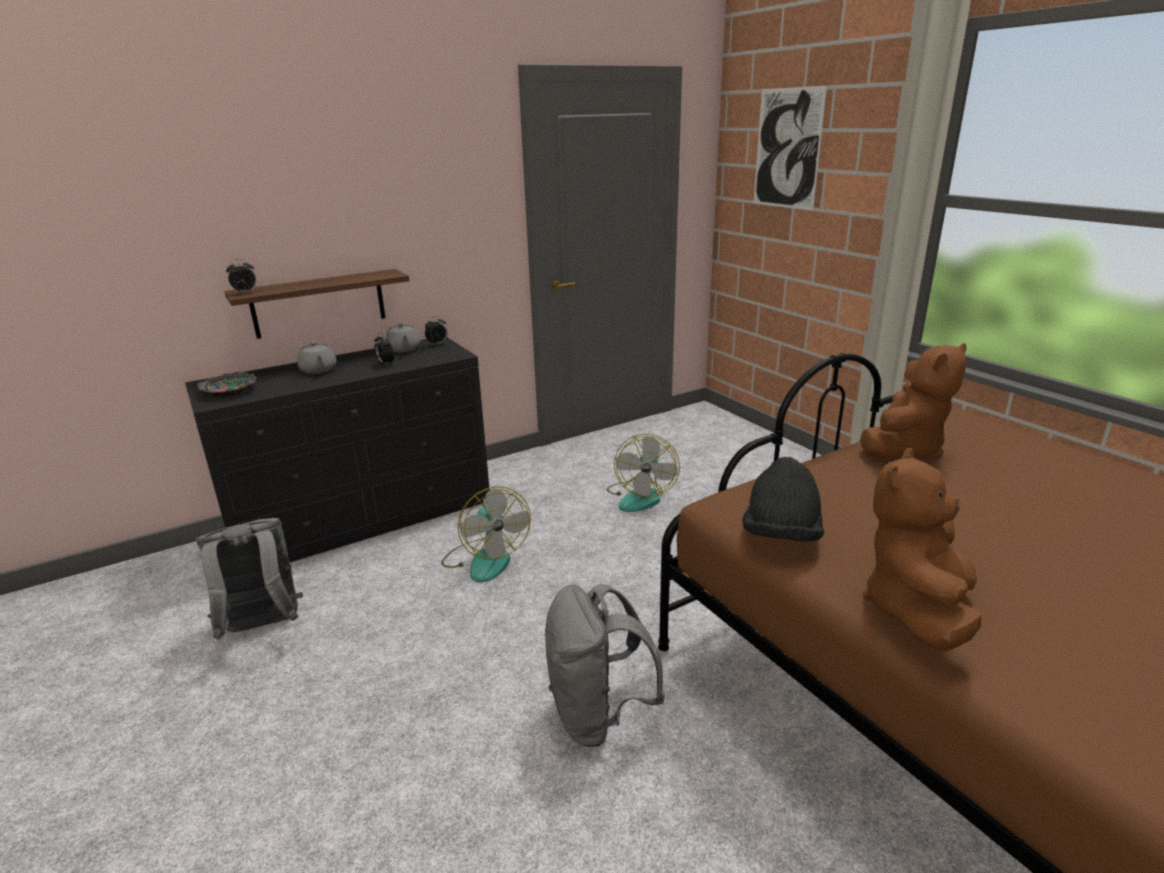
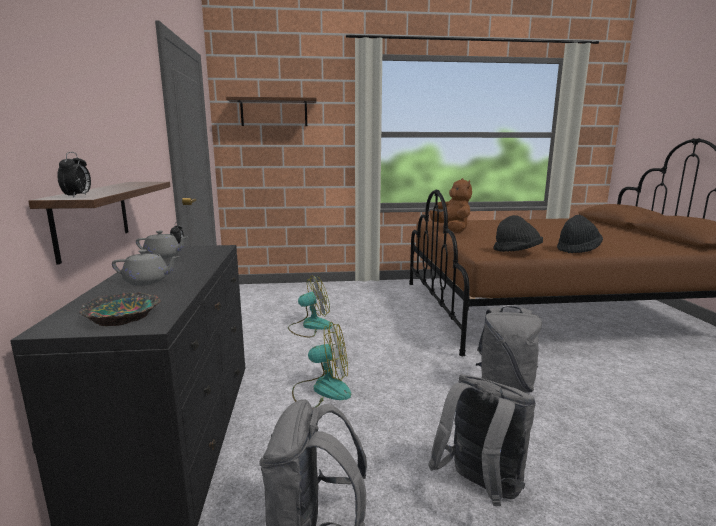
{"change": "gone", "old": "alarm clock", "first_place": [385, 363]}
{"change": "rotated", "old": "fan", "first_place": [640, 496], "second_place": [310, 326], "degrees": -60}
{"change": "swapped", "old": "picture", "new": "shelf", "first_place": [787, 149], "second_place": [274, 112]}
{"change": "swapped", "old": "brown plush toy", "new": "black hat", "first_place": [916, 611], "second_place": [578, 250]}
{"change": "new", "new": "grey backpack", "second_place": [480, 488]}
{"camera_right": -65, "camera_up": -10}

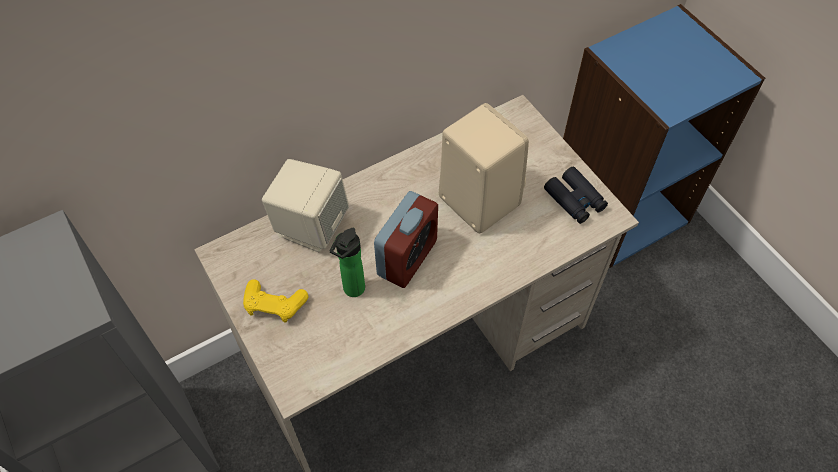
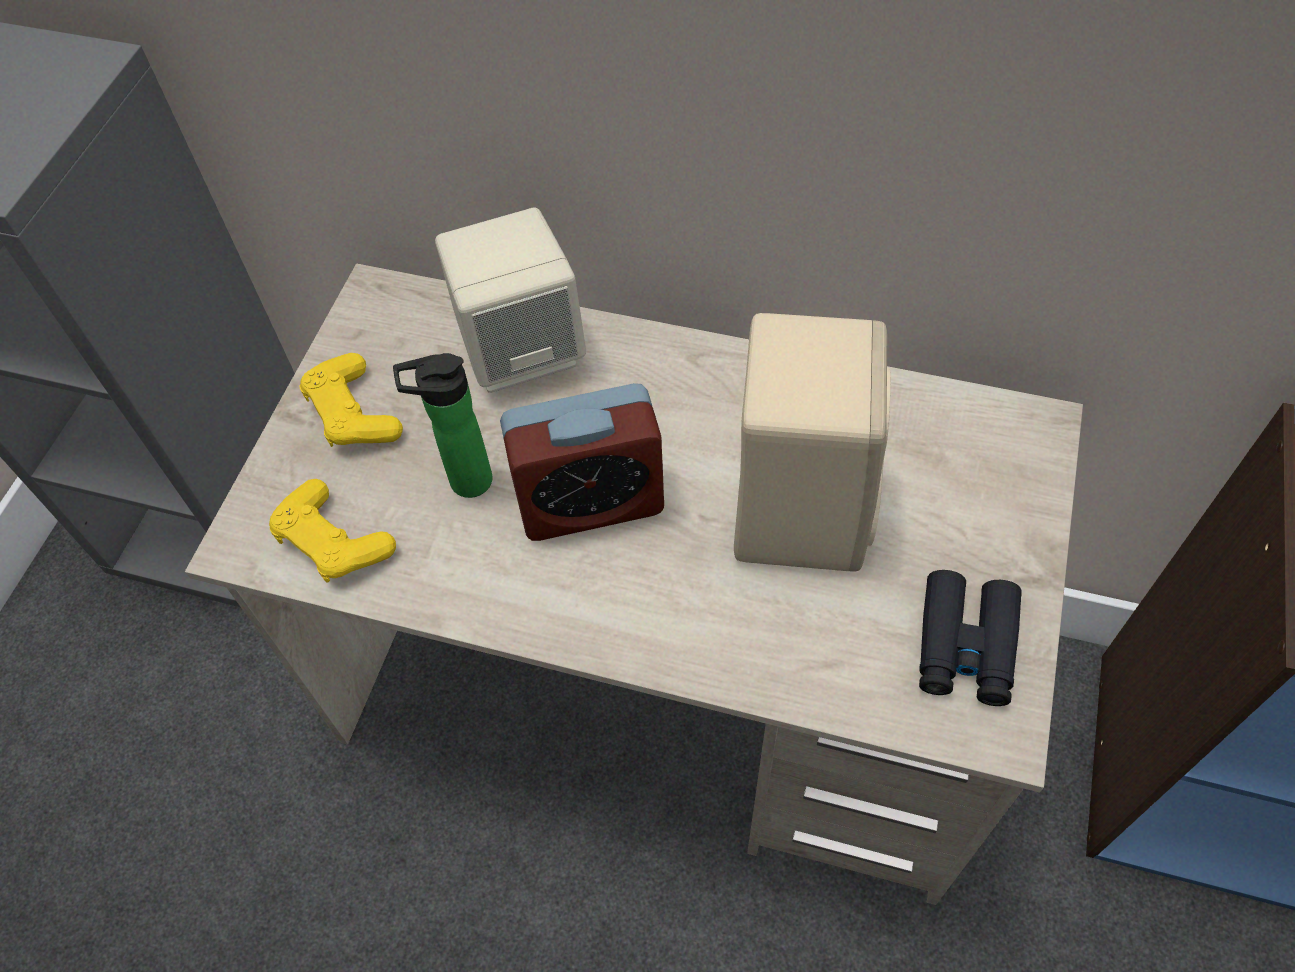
{"change": "new", "new": "yellow game controller", "second_place": [333, 542]}
{"camera_right": 50, "camera_up": 0}

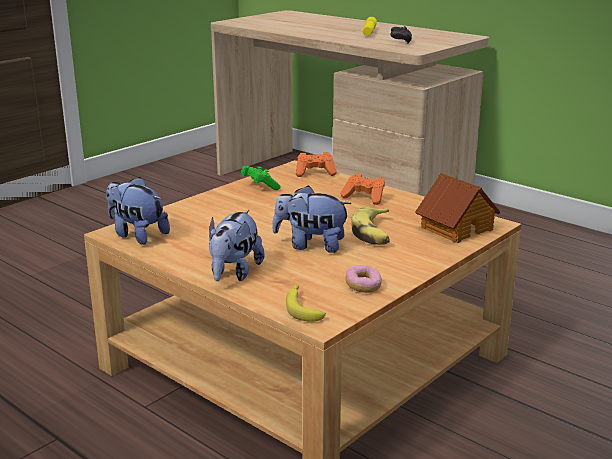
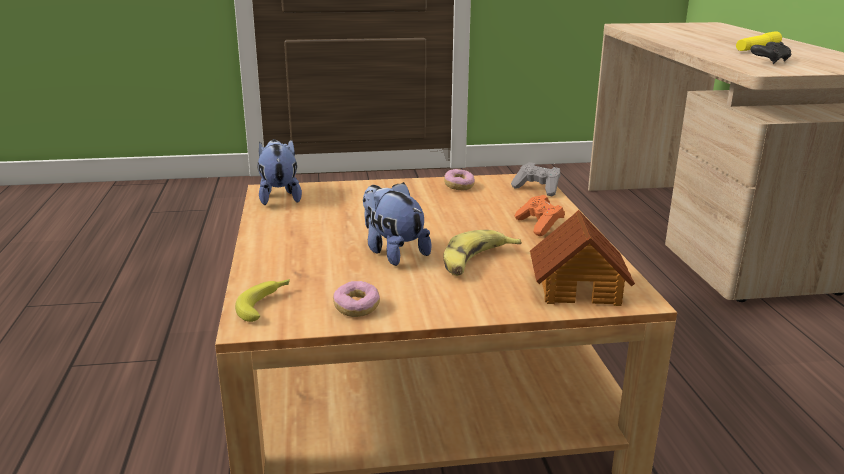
{"change": "gone", "old": "plush toy", "first_place": [234, 273]}
{"change": "swapped", "old": "green game controller", "new": "donut", "first_place": [259, 186], "second_place": [459, 186]}
{"change": "repainted", "old": "orange game controller", "new": "grey game controller", "first_place": [315, 173], "second_place": [537, 189]}
{"camera_right": 40, "camera_up": 0}

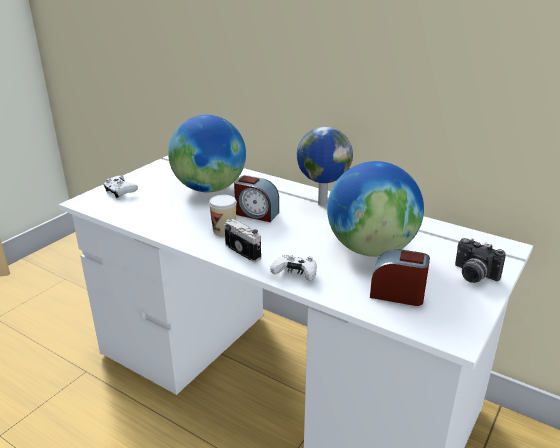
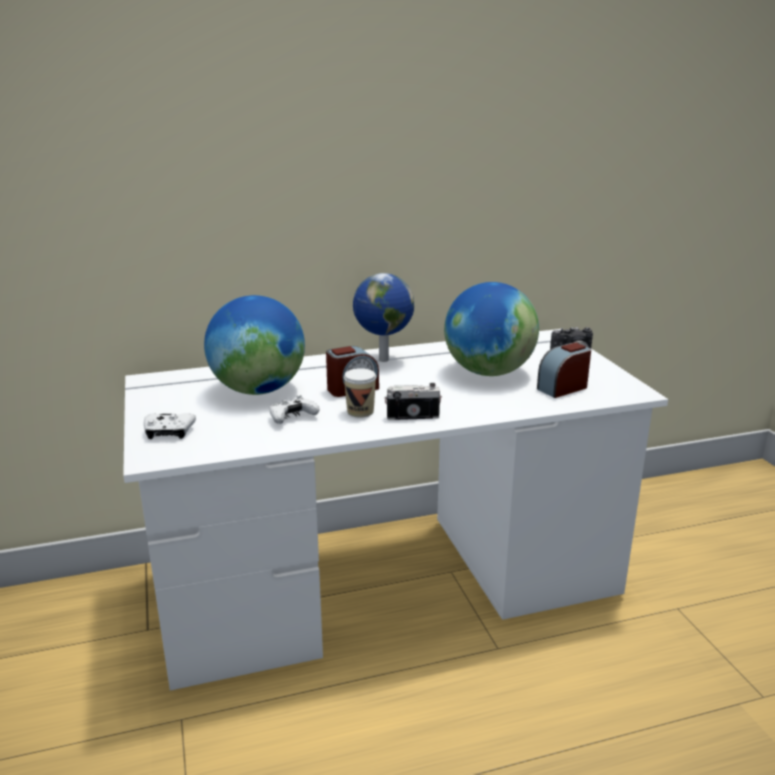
{"change": "shifted", "old": "white game controller", "first_place": [295, 274], "second_place": [292, 418]}
{"camera_right": -50, "camera_up": -5}

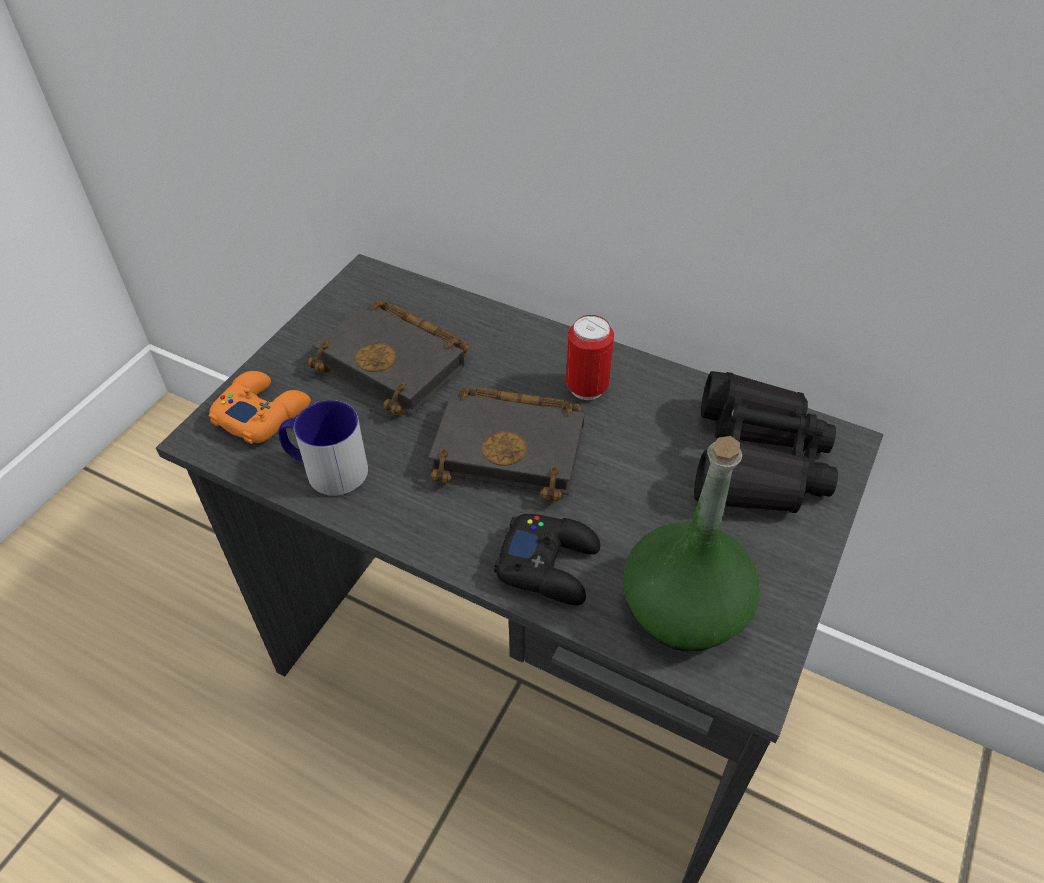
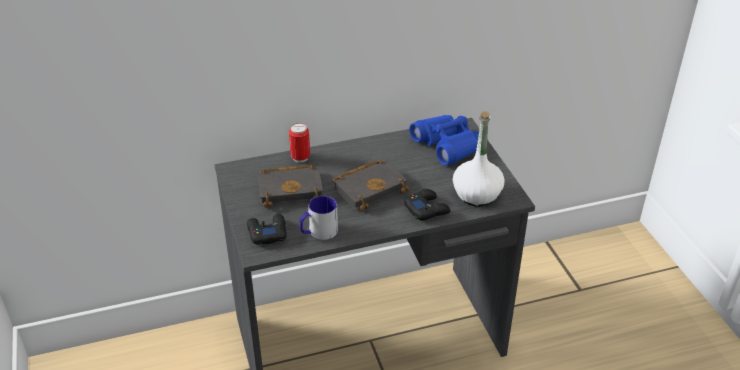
{"change": "repainted", "old": "orange game controller", "new": "black game controller", "first_place": [262, 413], "second_place": [267, 233]}
{"change": "shifted", "old": "can", "first_place": [587, 388], "second_place": [300, 158]}
{"change": "repainted", "old": "green bottle", "new": "white bottle", "first_place": [683, 609], "second_place": [477, 195]}
{"change": "repainted", "old": "black binoculars", "new": "blue binoculars", "first_place": [757, 460], "second_place": [447, 145]}
{"camera_right": -45, "camera_up": -10}

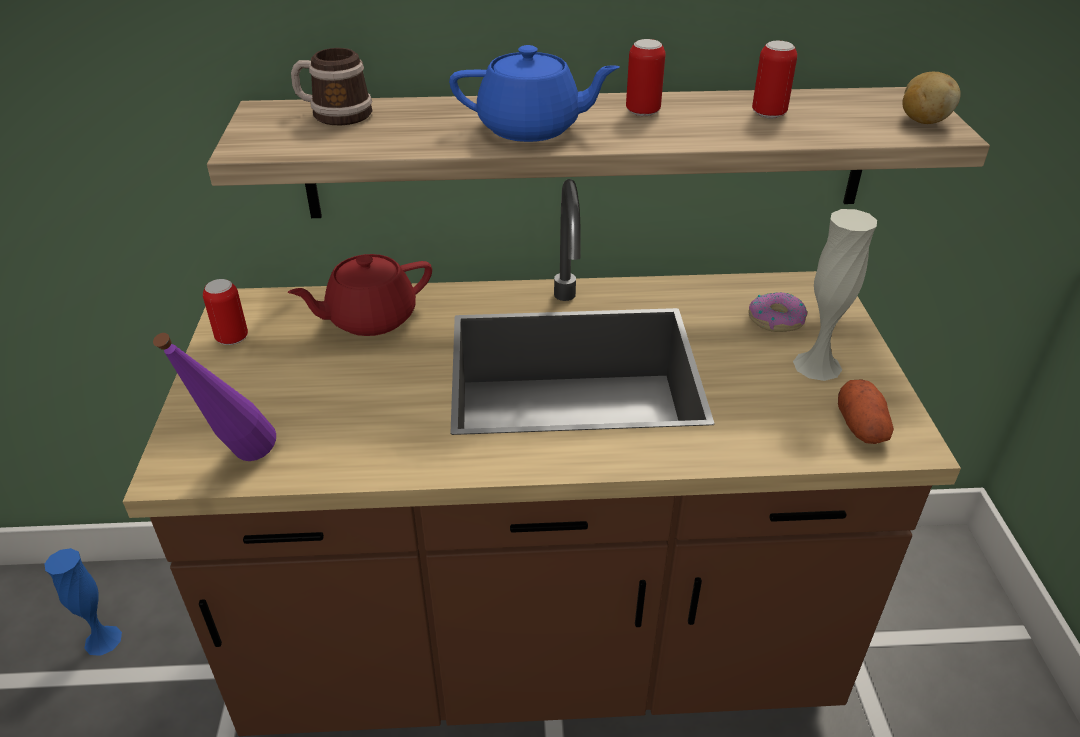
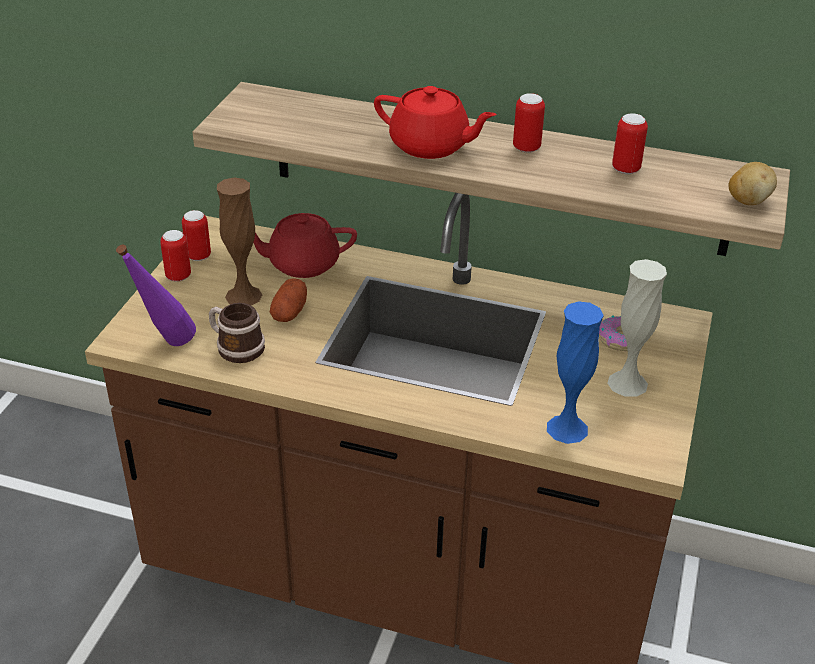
{"change": "shifted", "old": "blue vase", "first_place": [103, 640], "second_place": [567, 428]}
{"change": "shifted", "old": "mug", "first_place": [334, 114], "second_place": [235, 347]}
{"change": "repainted", "old": "blue teapot", "new": "red teapot", "first_place": [531, 128], "second_place": [431, 146]}
{"change": "shifted", "old": "potato", "first_place": [861, 427], "second_place": [289, 312]}
{"change": "new", "new": "can", "second_place": [178, 276]}
{"change": "new", "new": "brown vase", "second_place": [243, 296]}
{"camera_right": 20, "camera_up": 0}

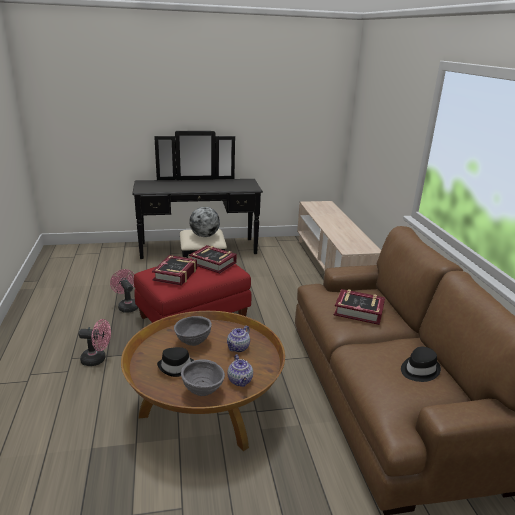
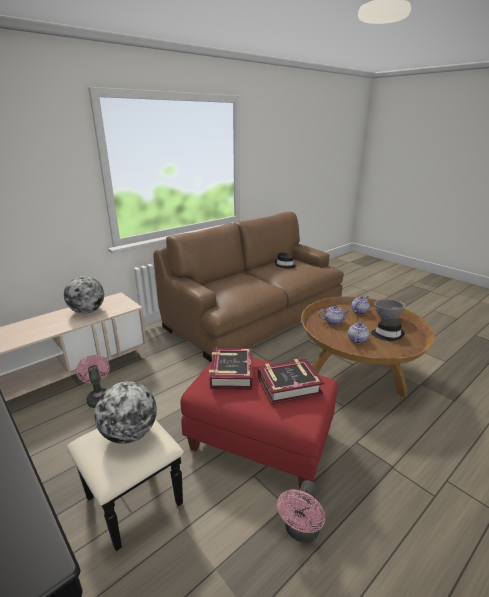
{"change": "shifted", "old": "pink fan", "first_place": [97, 359], "second_place": [98, 397]}
{"change": "swapped", "old": "grey bowl", "new": "teapot", "first_place": [193, 343], "second_place": [357, 339]}
{"change": "gone", "old": "book", "first_place": [359, 311]}
{"change": "new", "new": "globe", "second_place": [87, 311]}
{"camera_right": -120, "camera_up": 0}

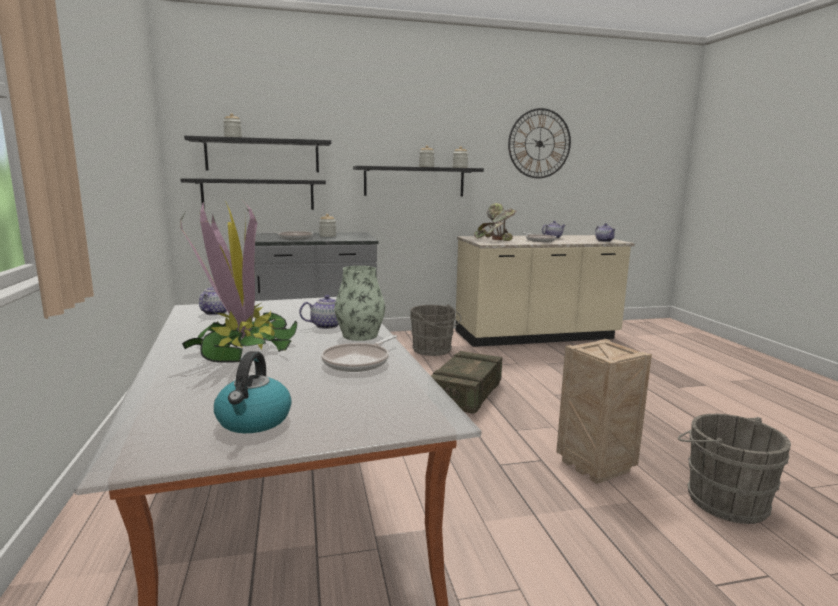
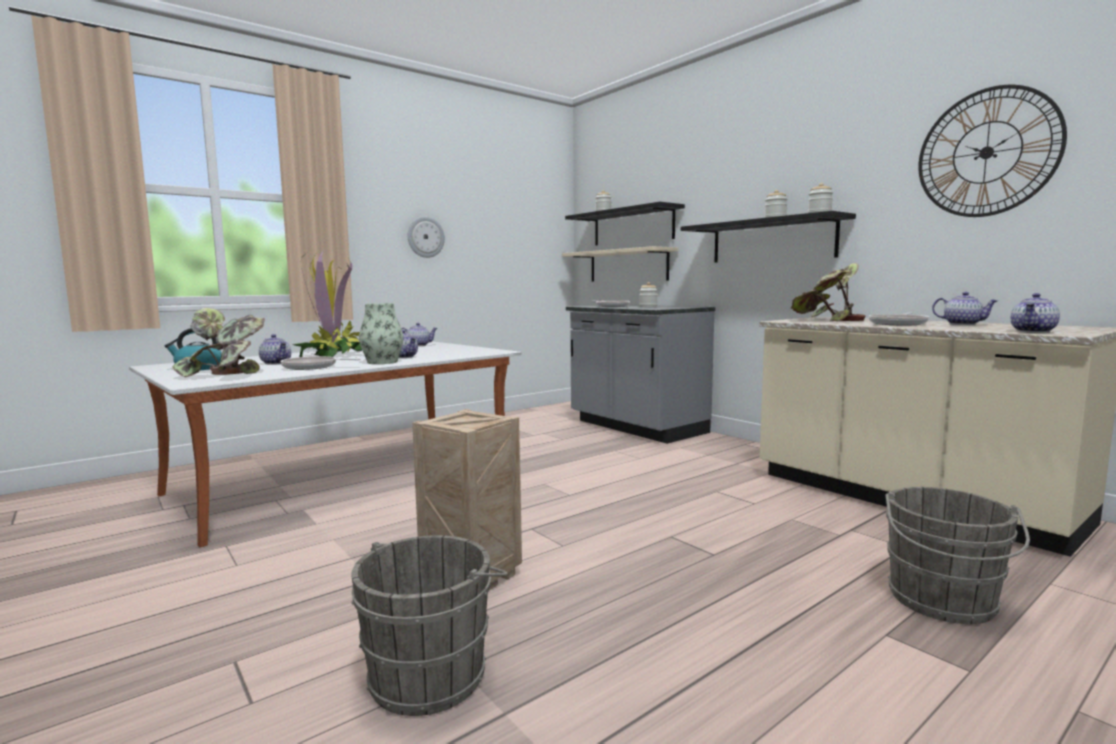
{"change": "repainted", "old": "black shelf", "new": "beige shelf", "first_place": [258, 194], "second_place": [628, 265]}
{"change": "shifted", "old": "grey bucket", "first_place": [433, 350], "second_place": [942, 602]}
{"change": "gone", "old": "crate", "first_place": [466, 395]}
{"change": "new", "new": "potted plant", "second_place": [226, 375]}
{"change": "new", "new": "teapot", "second_place": [277, 363]}
{"change": "new", "new": "wall clock", "second_place": [425, 237]}
{"camera_right": 65, "camera_up": -5}

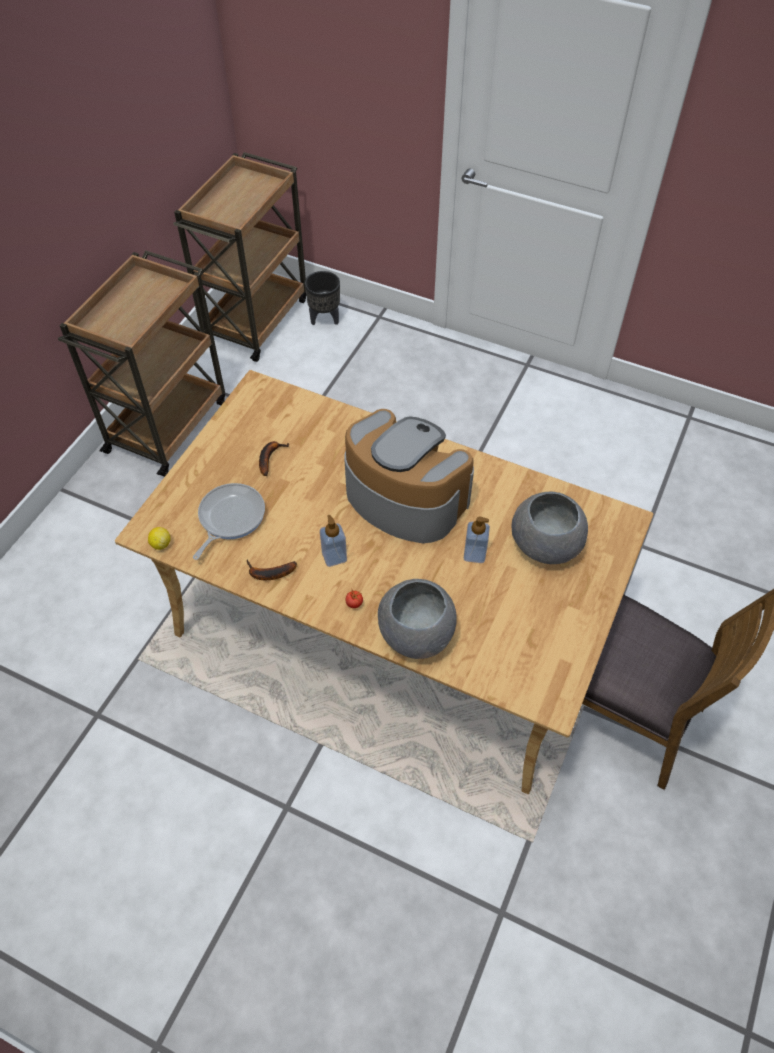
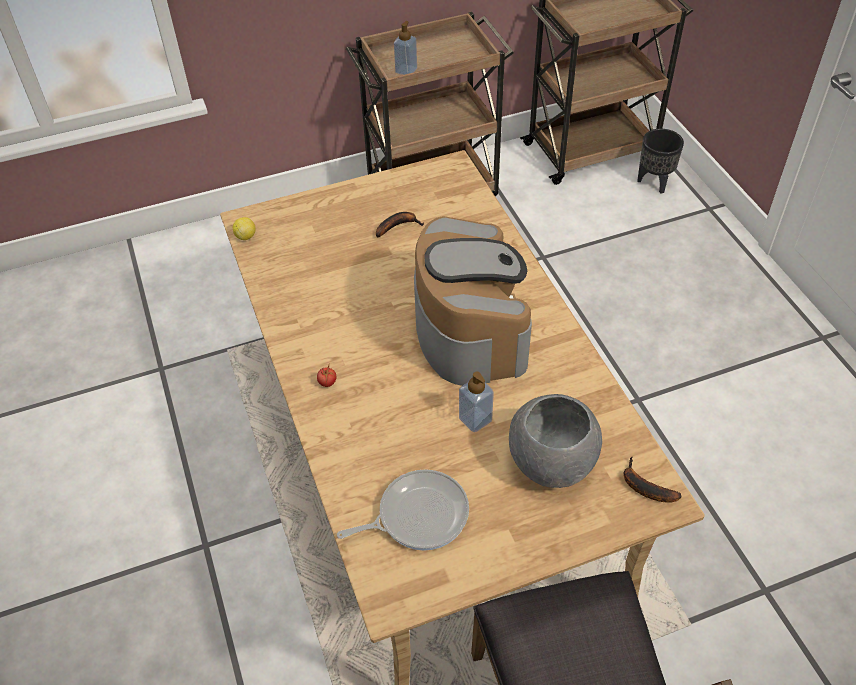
{"change": "shifted", "old": "frying pan", "first_place": [229, 518], "second_place": [418, 515]}
{"change": "shifted", "old": "banana", "first_place": [269, 574], "second_place": [644, 487]}
{"change": "shifted", "old": "soap dispenser", "first_place": [334, 556], "second_place": [406, 70]}
{"change": "gone", "old": "grey bowl", "first_place": [416, 632]}
{"camera_right": 45, "camera_up": -5}

